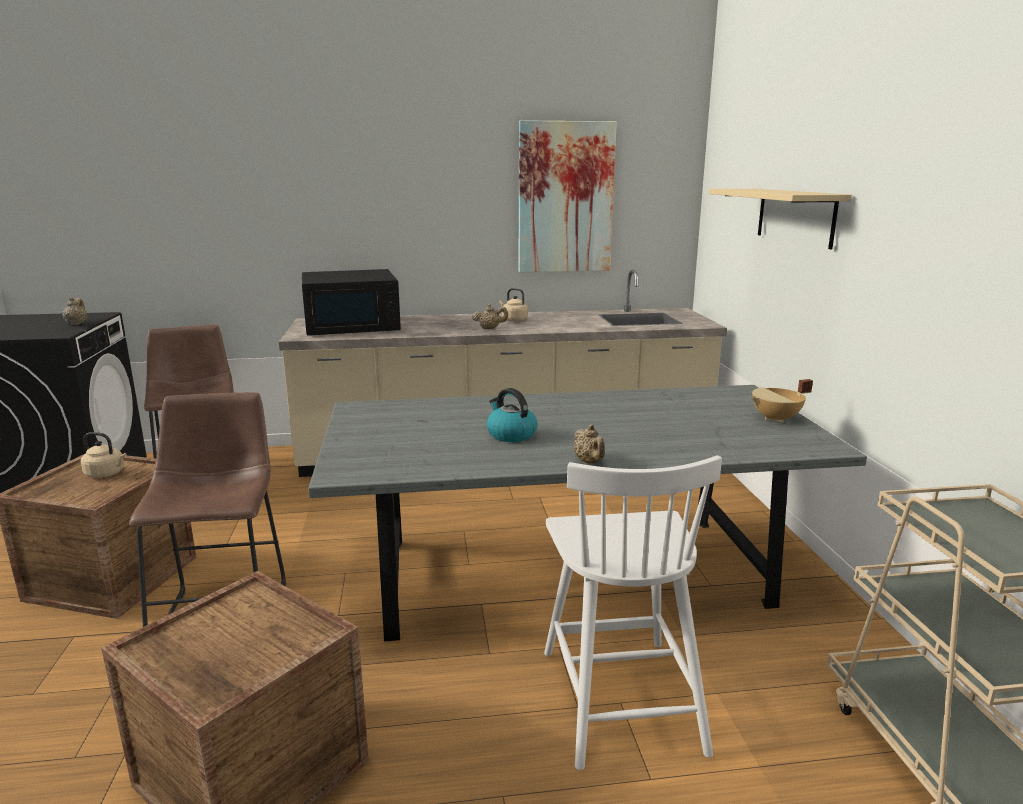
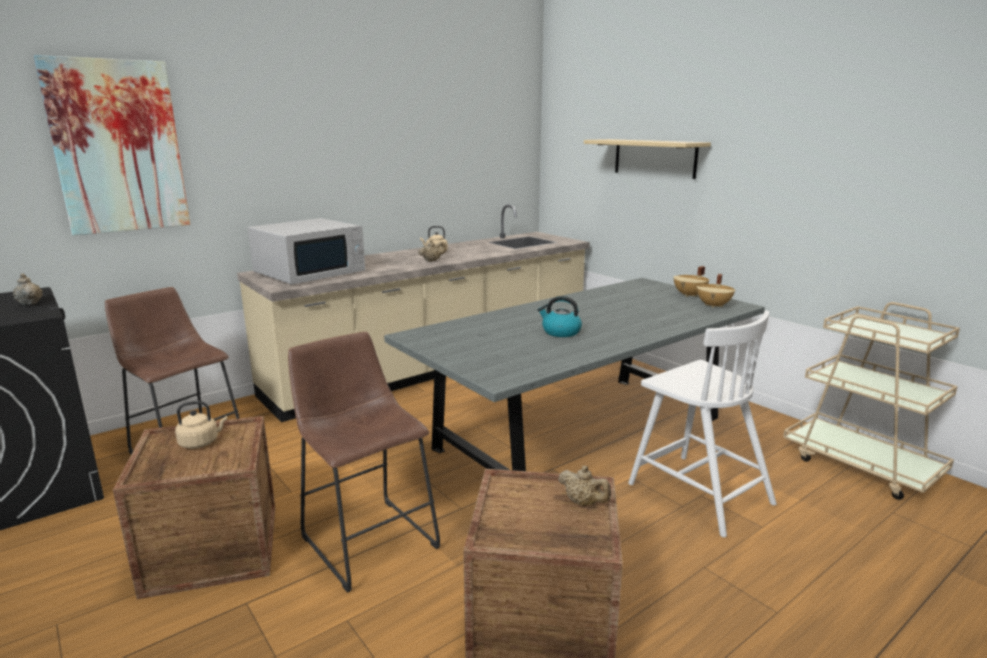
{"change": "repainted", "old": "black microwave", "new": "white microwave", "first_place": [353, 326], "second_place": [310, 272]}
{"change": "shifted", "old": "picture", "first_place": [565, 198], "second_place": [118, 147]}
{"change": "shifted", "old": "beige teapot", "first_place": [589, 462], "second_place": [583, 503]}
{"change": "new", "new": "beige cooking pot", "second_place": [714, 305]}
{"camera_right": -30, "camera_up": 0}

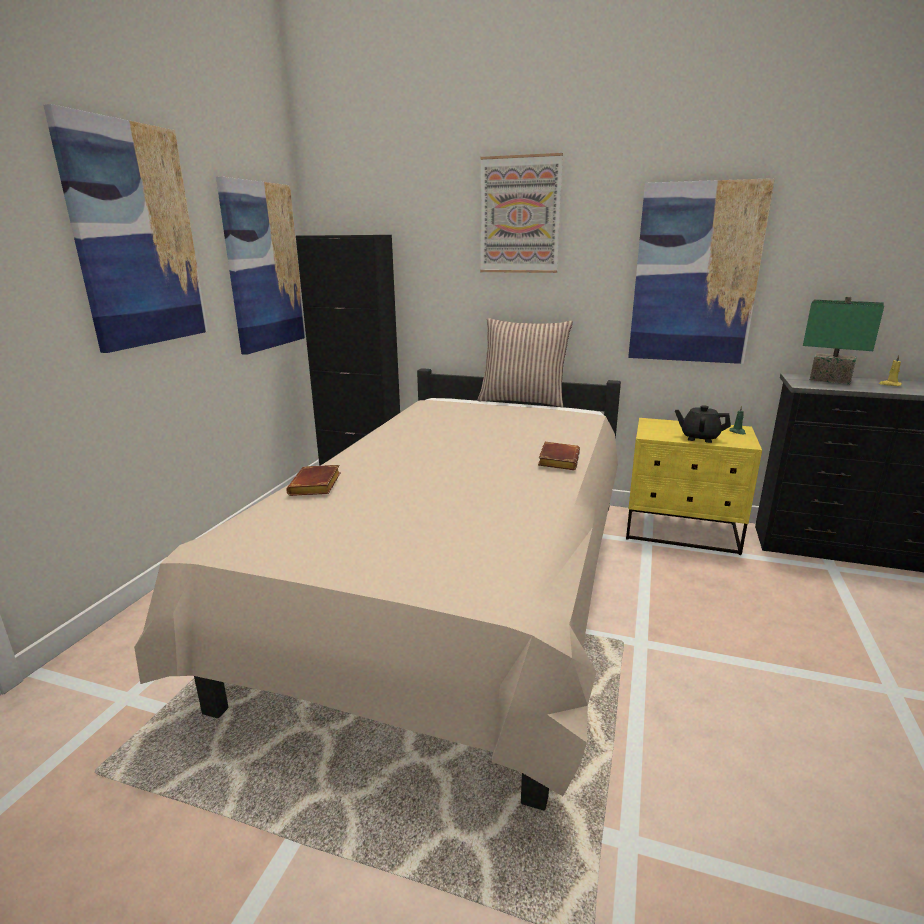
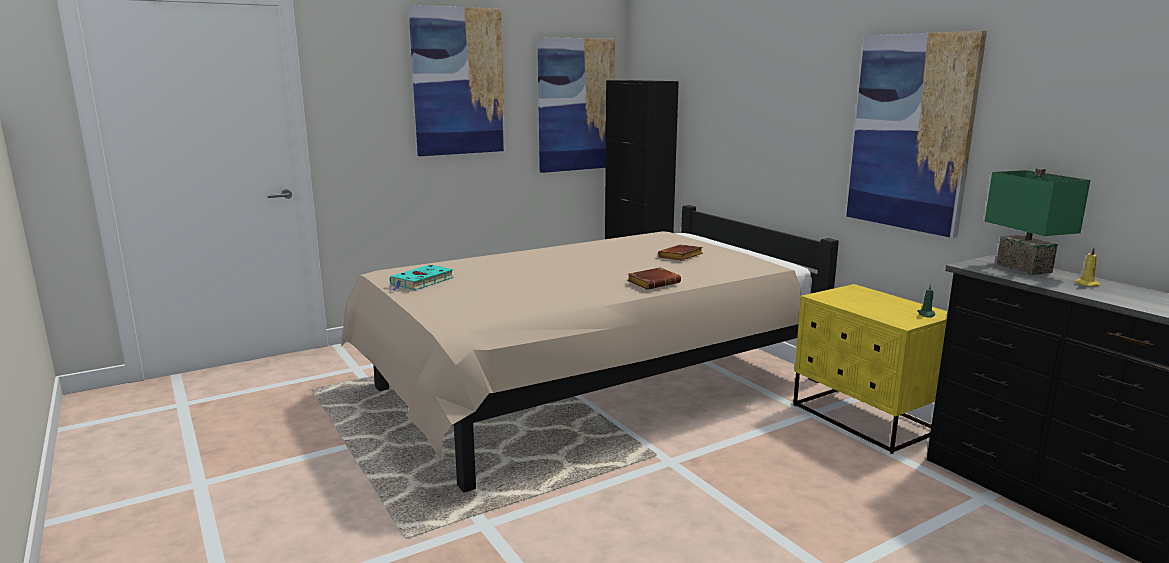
{"change": "shifted", "old": "brown book", "first_place": [316, 486], "second_place": [680, 257]}
{"change": "gone", "old": "pillow", "first_place": [522, 400]}
{"change": "gone", "old": "picture", "first_place": [520, 215]}
{"change": "gone", "old": "black teapot", "first_place": [699, 438]}
{"change": "new", "new": "turquoise book", "second_place": [421, 282]}
{"camera_right": 40, "camera_up": -5}

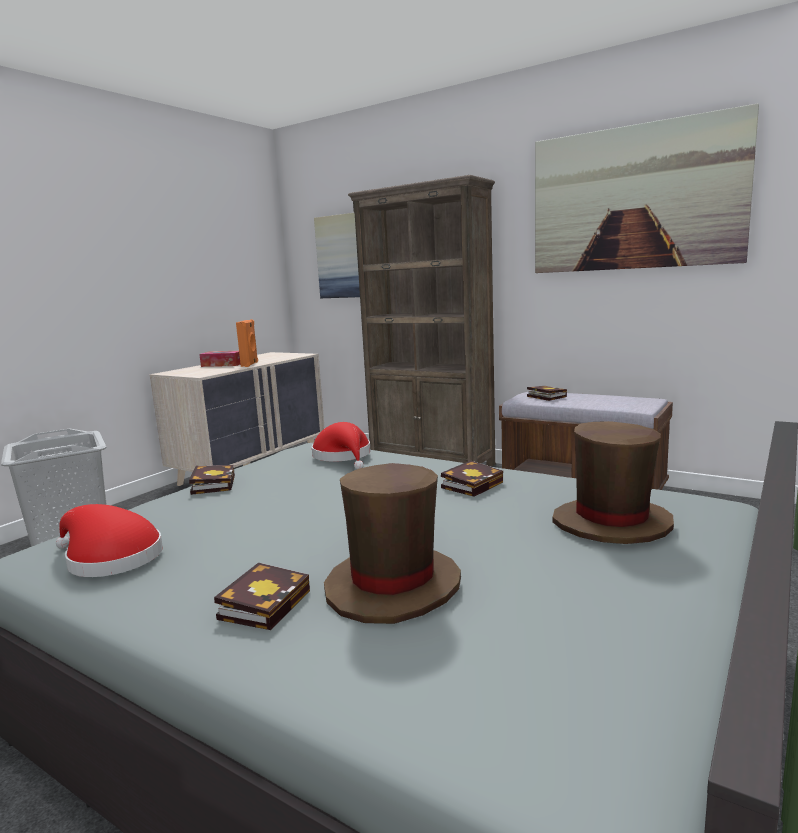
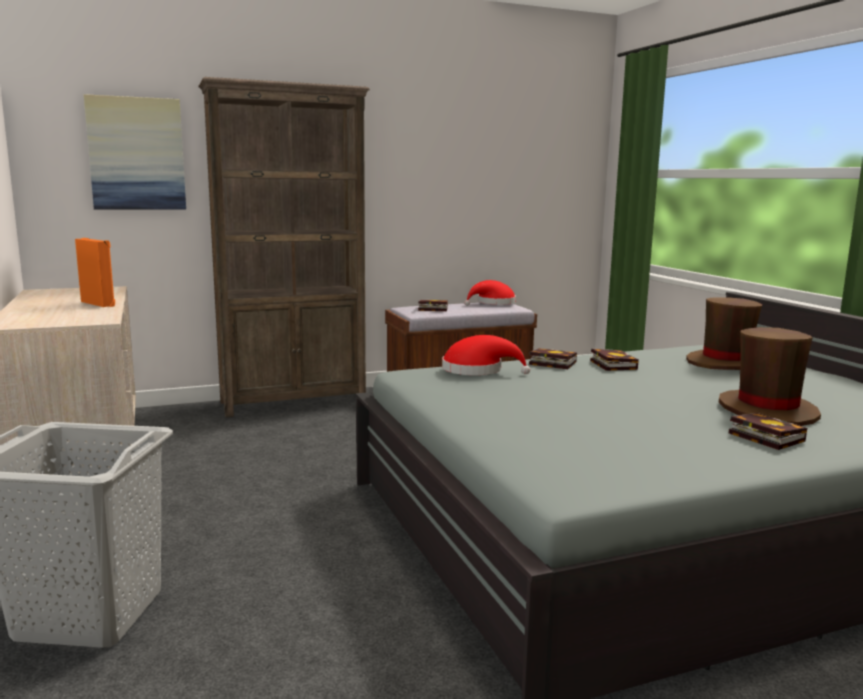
{"change": "shifted", "old": "red hat", "first_place": [110, 558], "second_place": [493, 303]}
{"change": "shifted", "old": "book", "first_place": [212, 484], "second_place": [550, 363]}
{"change": "gone", "old": "tissue box", "first_place": [223, 364]}
{"change": "gone", "old": "picture", "first_place": [635, 198]}
{"camera_right": -55, "camera_up": 0}

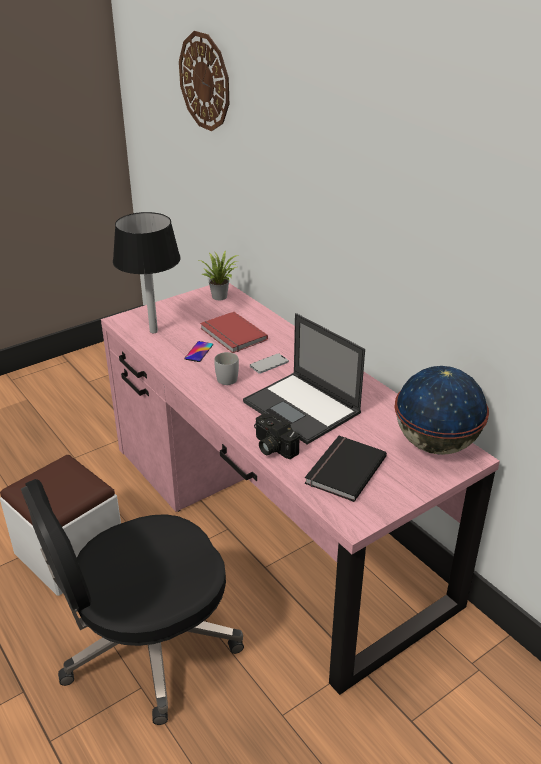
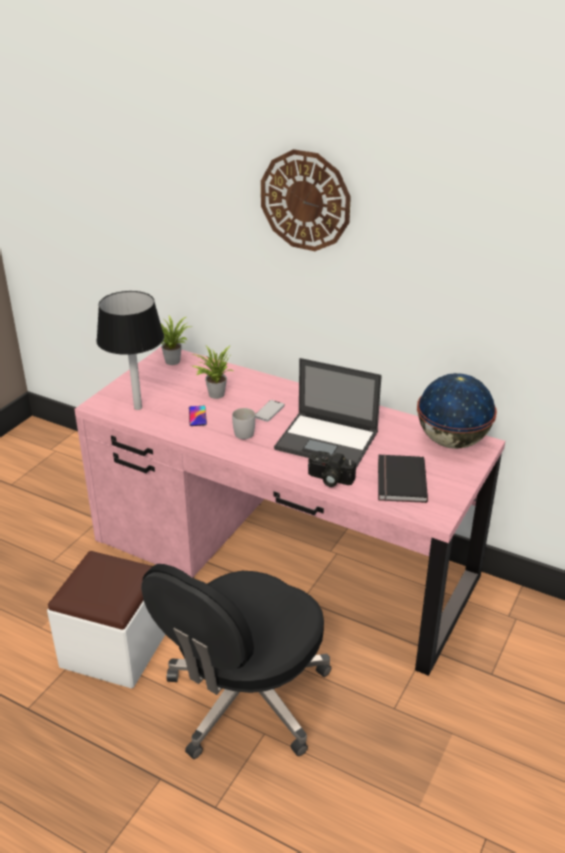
{"change": "shifted", "old": "wall clock", "first_place": [205, 81], "second_place": [305, 200]}
{"change": "swapped", "old": "red book", "new": "potted plant", "first_place": [232, 335], "second_place": [214, 394]}
{"camera_right": -25, "camera_up": 0}

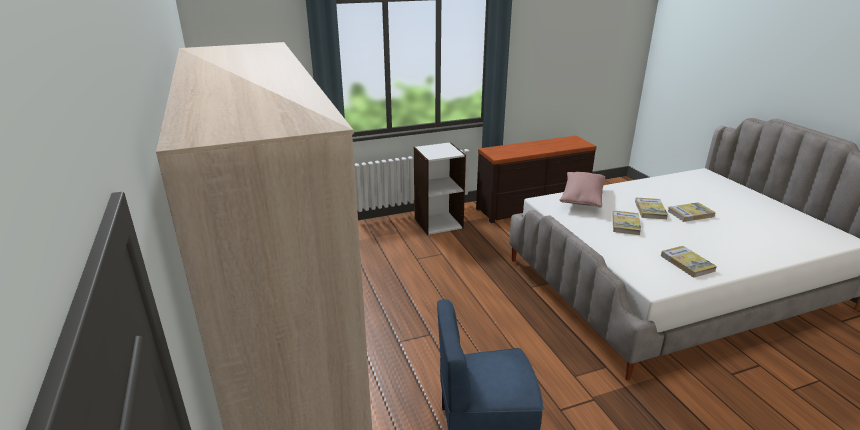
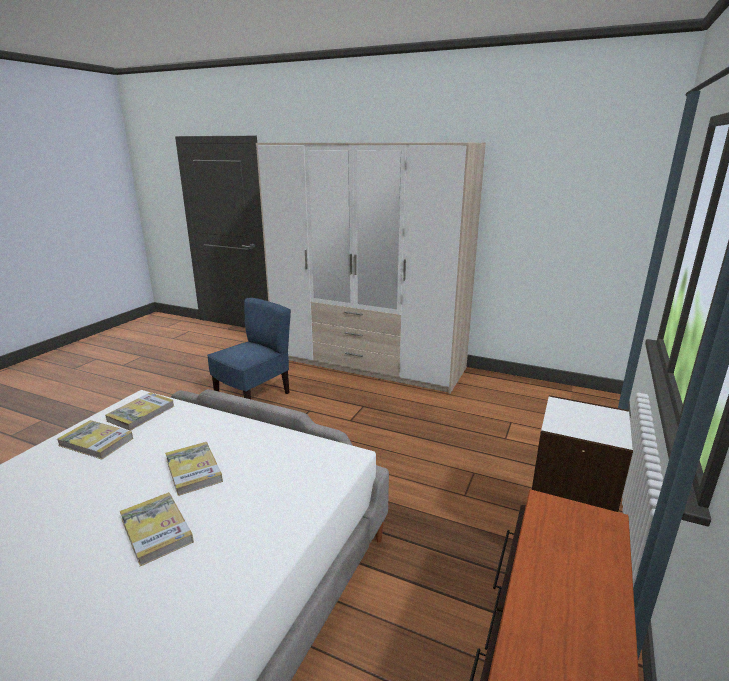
{"change": "gone", "old": "pink pillow", "first_place": [582, 198]}
{"change": "shifted", "old": "book", "first_place": [690, 214], "second_place": [141, 413]}
{"camera_right": 135, "camera_up": -5}

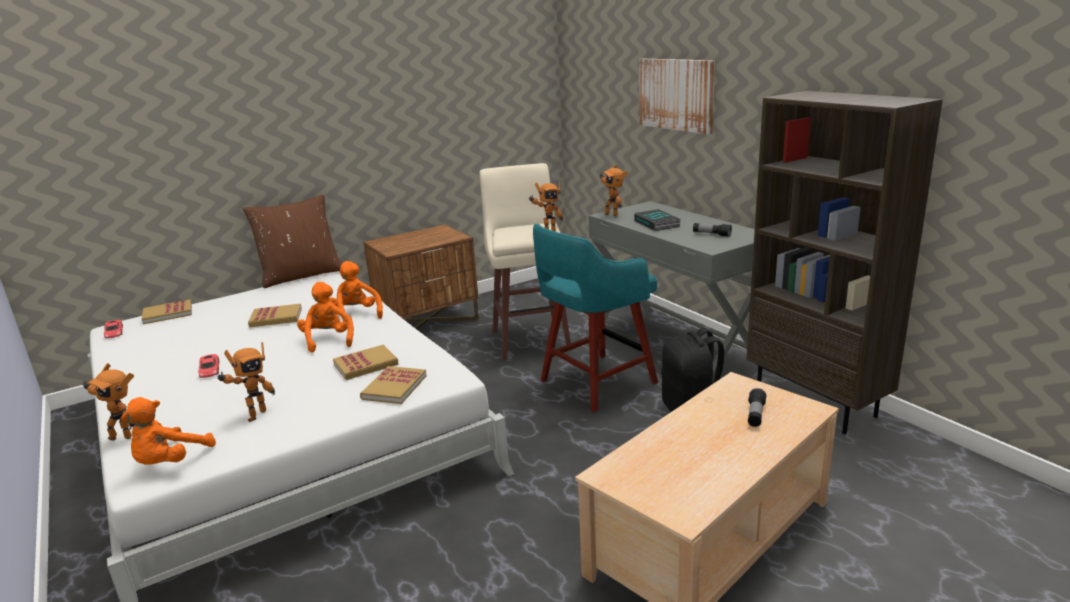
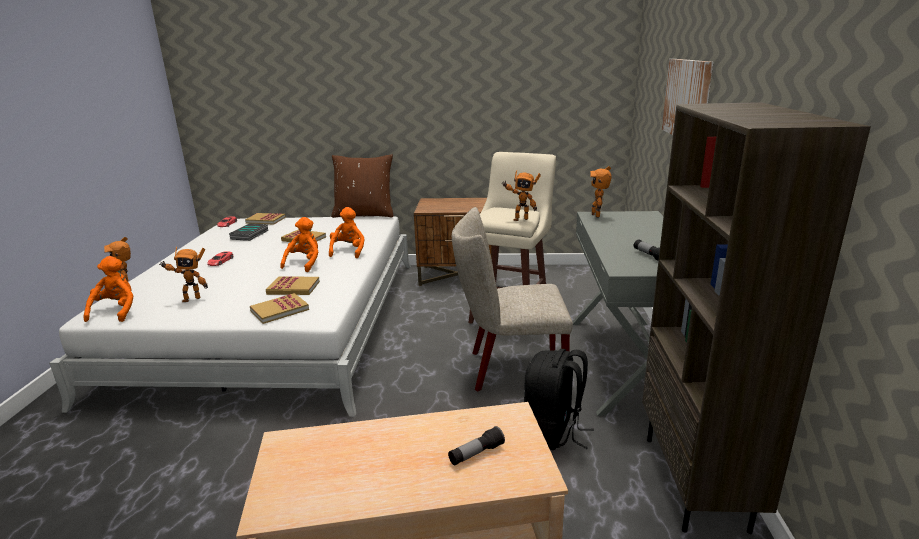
{"change": "rotated", "old": "orange plush toy", "first_place": [170, 462], "second_place": [116, 311], "degrees": 120}
{"change": "swapped", "old": "turquoise stool", "new": "beige chair", "first_place": [595, 383], "second_place": [510, 369]}
{"change": "shifted", "old": "book", "first_place": [657, 223], "second_place": [250, 235]}
{"camera_right": 35, "camera_up": 0}

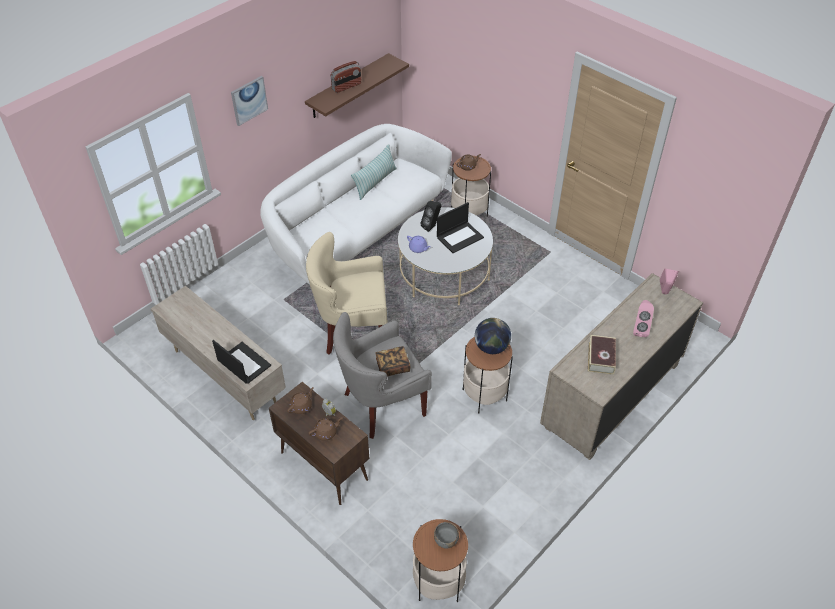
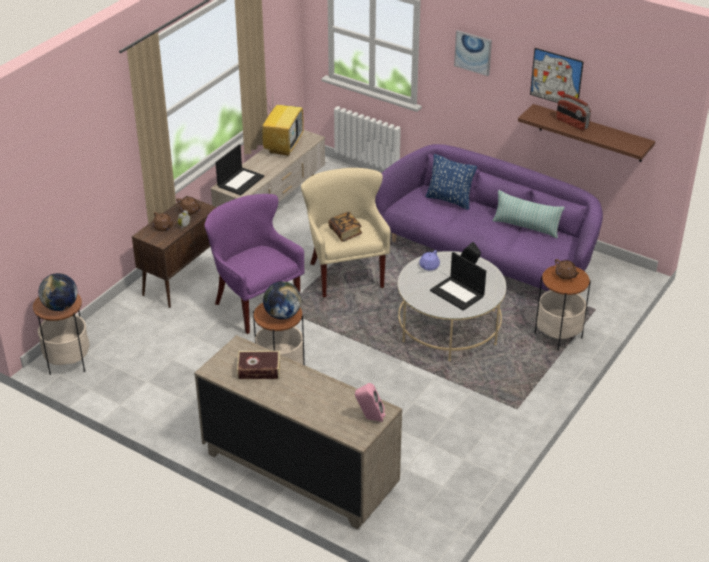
{"change": "repainted", "old": "white sofa", "new": "purple sofa", "first_place": [355, 231], "second_place": [489, 256]}
{"change": "repainted", "old": "grey armchair", "new": "purple armchair", "first_place": [382, 404], "second_place": [256, 305]}
{"change": "shifted", "old": "book", "first_place": [393, 367], "second_place": [345, 233]}
{"change": "swapped", "old": "grey bowl", "new": "globe", "first_place": [446, 540], "second_place": [60, 306]}
{"change": "gone", "old": "pink speaker", "first_place": [639, 329]}
{"change": "new", "new": "television", "second_place": [283, 146]}
{"change": "new", "new": "blue pillow", "second_place": [449, 200]}
{"change": "new", "new": "picture", "second_place": [556, 78]}
{"camera_right": 80, "camera_up": -10}

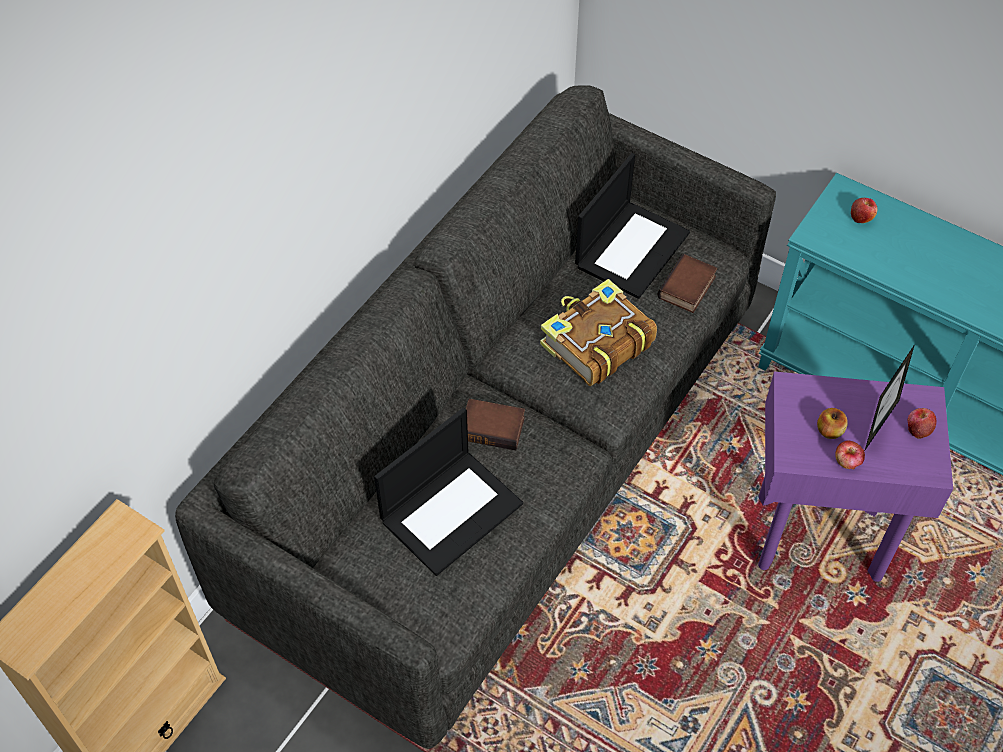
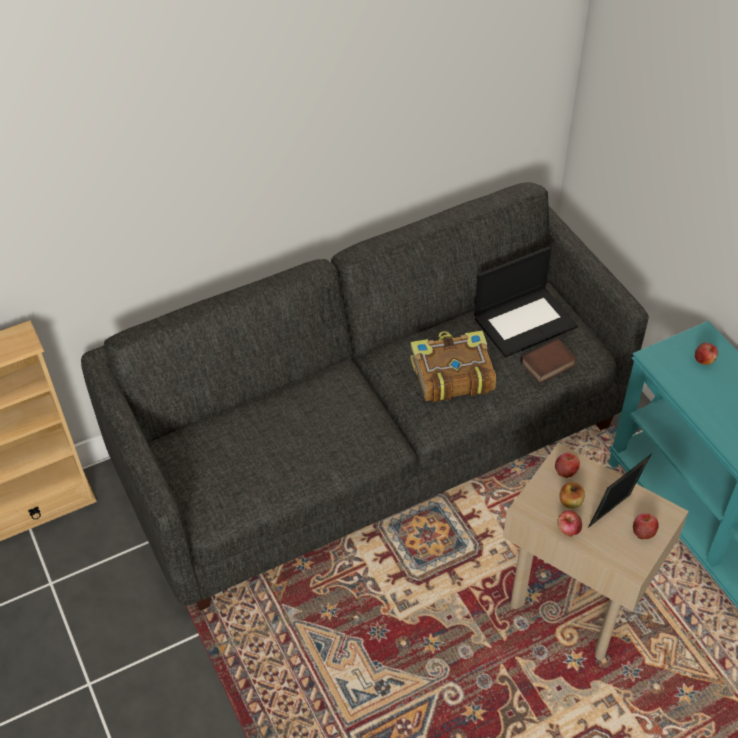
{"change": "gone", "old": "laptop", "first_place": [451, 510]}
{"change": "gone", "old": "book", "first_place": [493, 427]}
{"change": "repainted", "old": "purple side table", "new": "beige side table", "first_place": [818, 535], "second_place": [573, 604]}
{"change": "new", "new": "apple", "second_place": [566, 470]}
{"camera_right": 30, "camera_up": -5}

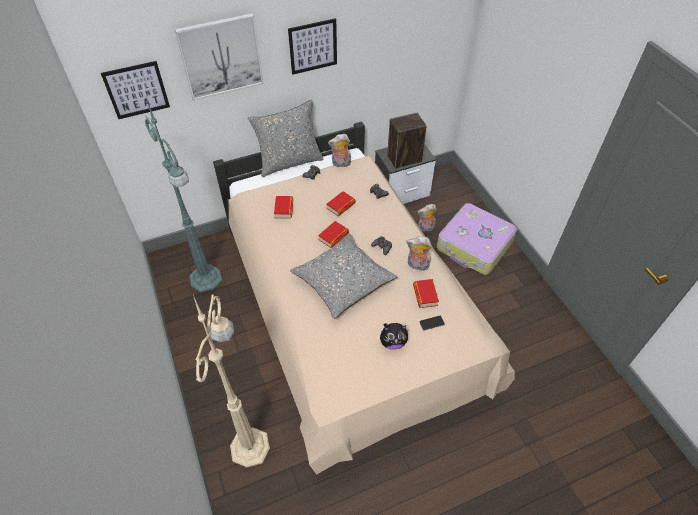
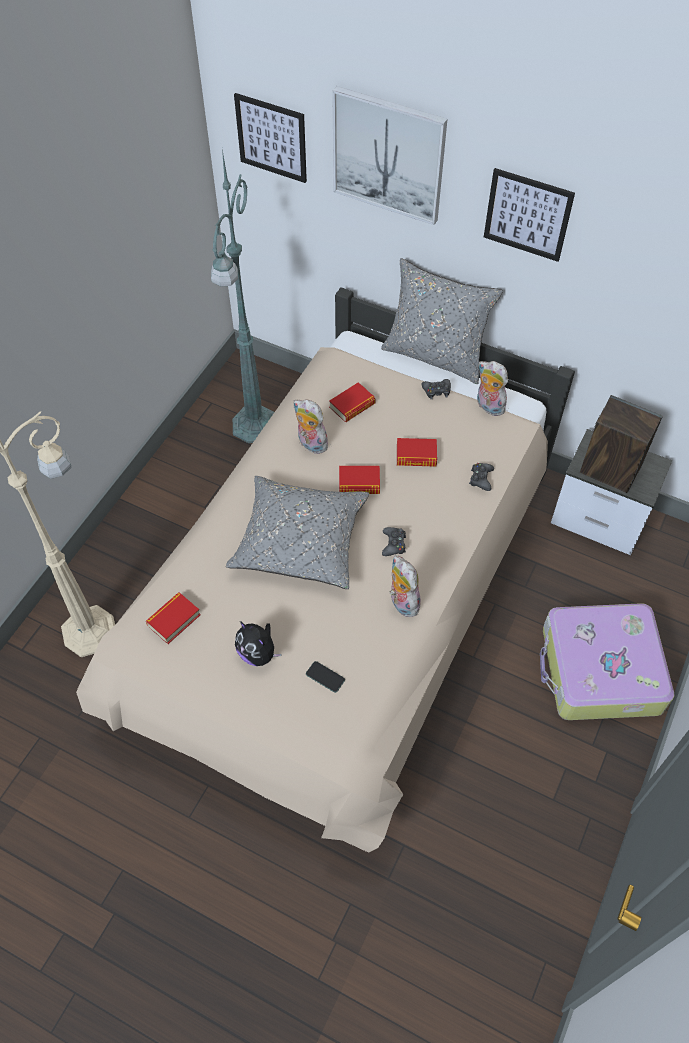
{"change": "shifted", "old": "book", "first_place": [425, 295], "second_place": [174, 620]}
{"change": "shifted", "old": "plush toy", "first_place": [426, 228], "second_place": [310, 444]}
{"camera_right": 50, "camera_up": 5}

